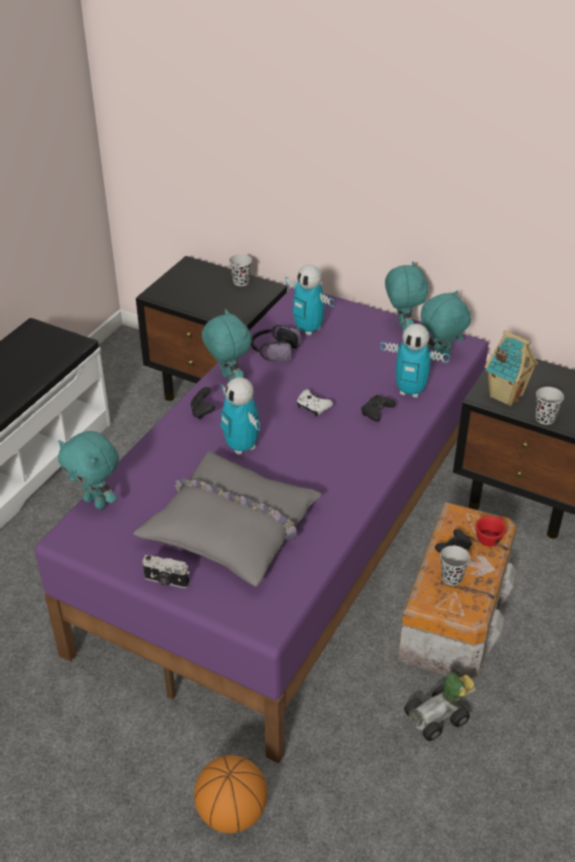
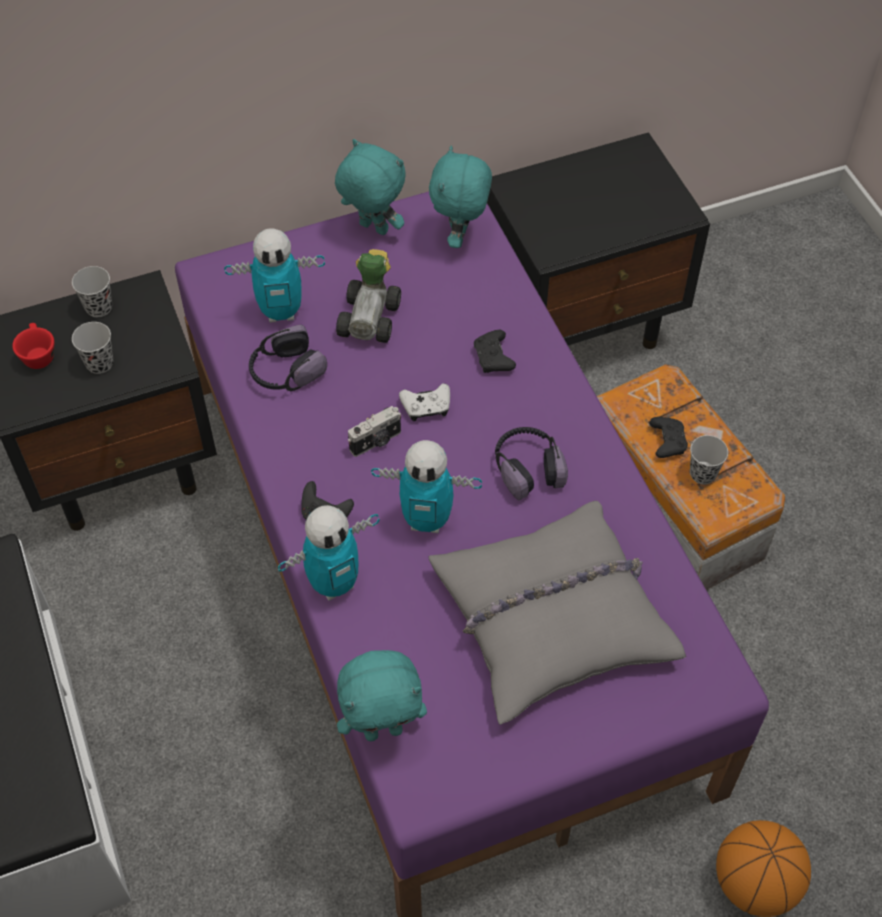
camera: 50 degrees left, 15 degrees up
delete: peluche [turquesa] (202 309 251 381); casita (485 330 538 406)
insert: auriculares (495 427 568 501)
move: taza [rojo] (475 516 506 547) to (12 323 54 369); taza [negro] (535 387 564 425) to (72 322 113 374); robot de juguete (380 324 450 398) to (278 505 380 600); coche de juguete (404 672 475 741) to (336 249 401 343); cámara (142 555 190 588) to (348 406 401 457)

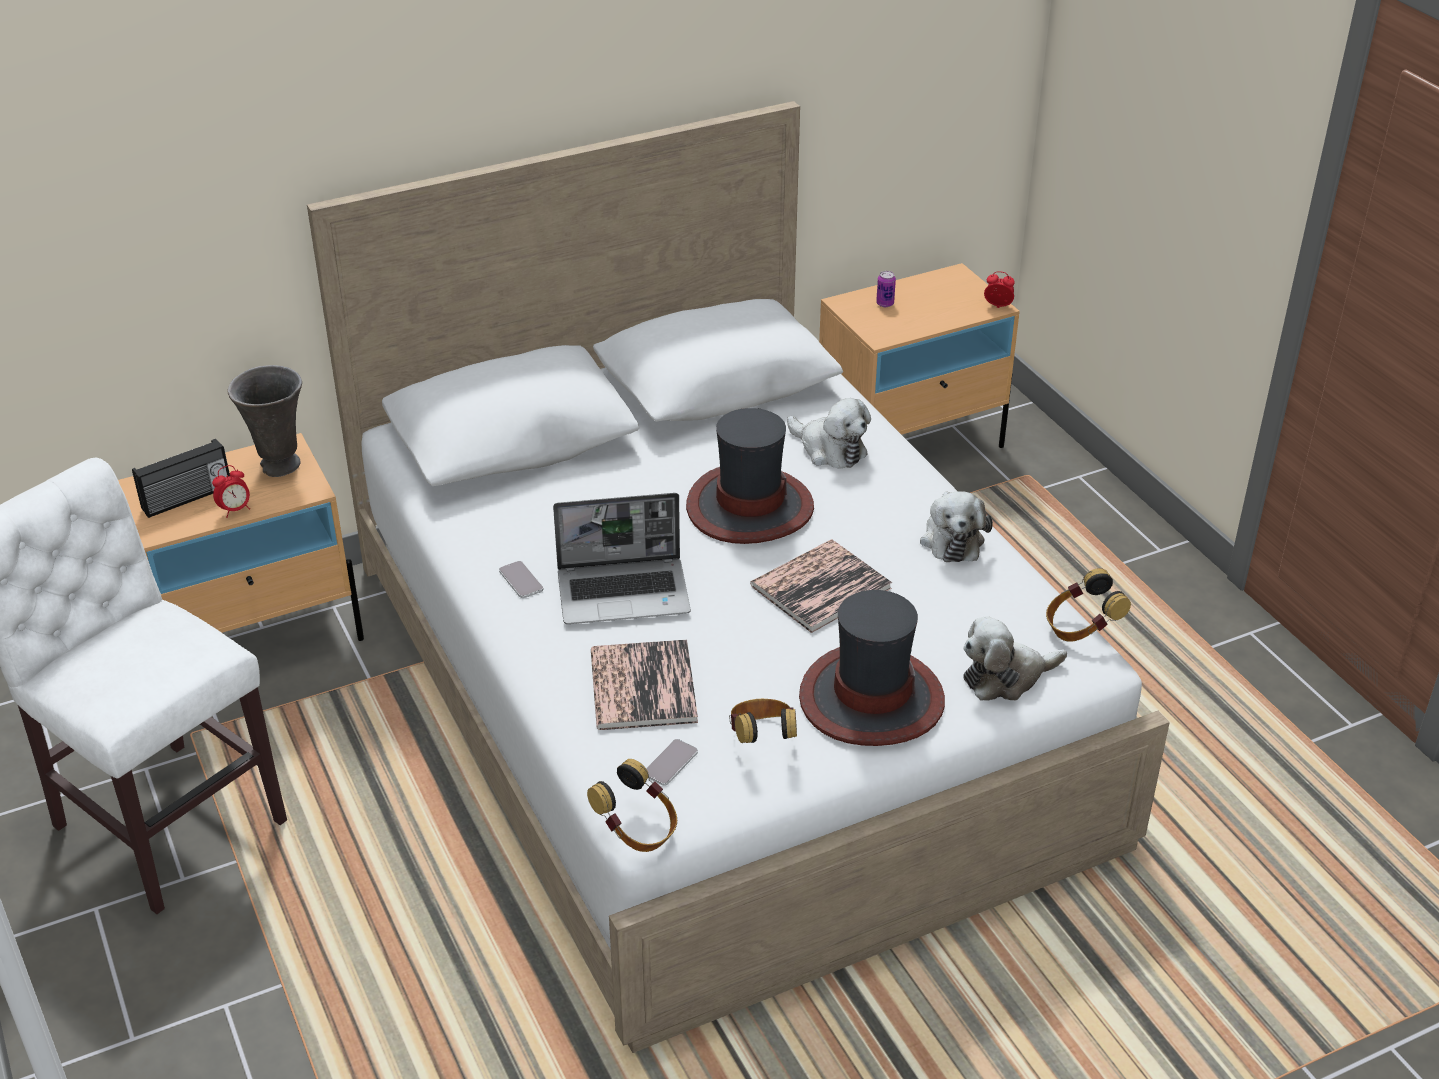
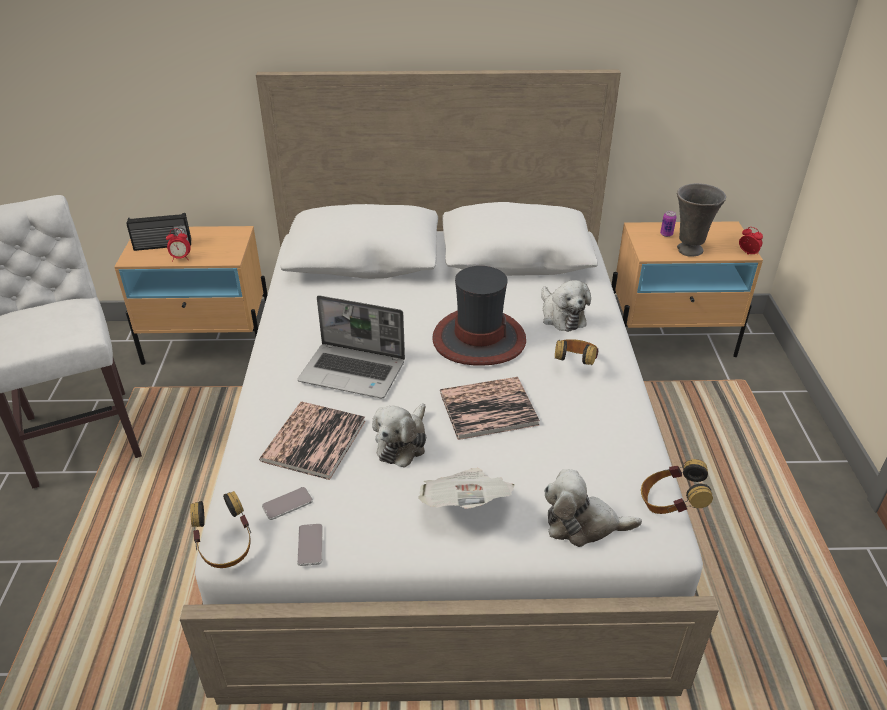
camera: 25 degrees right, 0 degrees up
move: móvil (499 561 544 598) to (297 523 323 566); peluche (920 491 993 562) to (372 403 426 468); auriculares (729 699 797 743) to (555 339 599 365); florero [gris] (227 365 302 477) to (677 183 726 257)
replace: sombrero (799 590 945 746) to periódico (419 468 515 509)

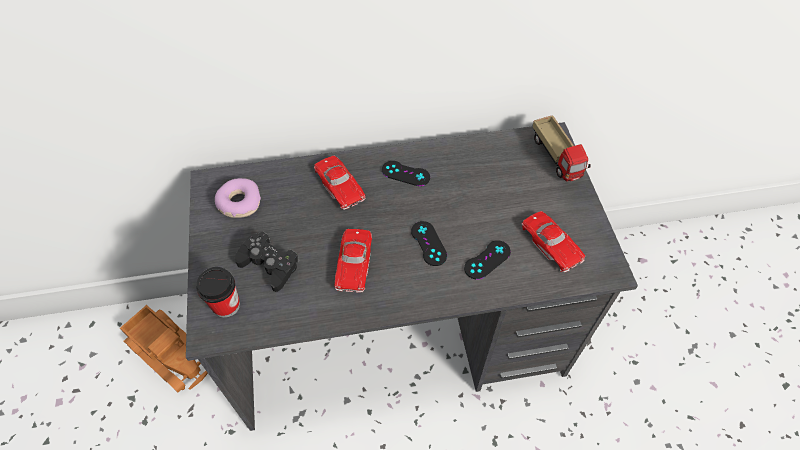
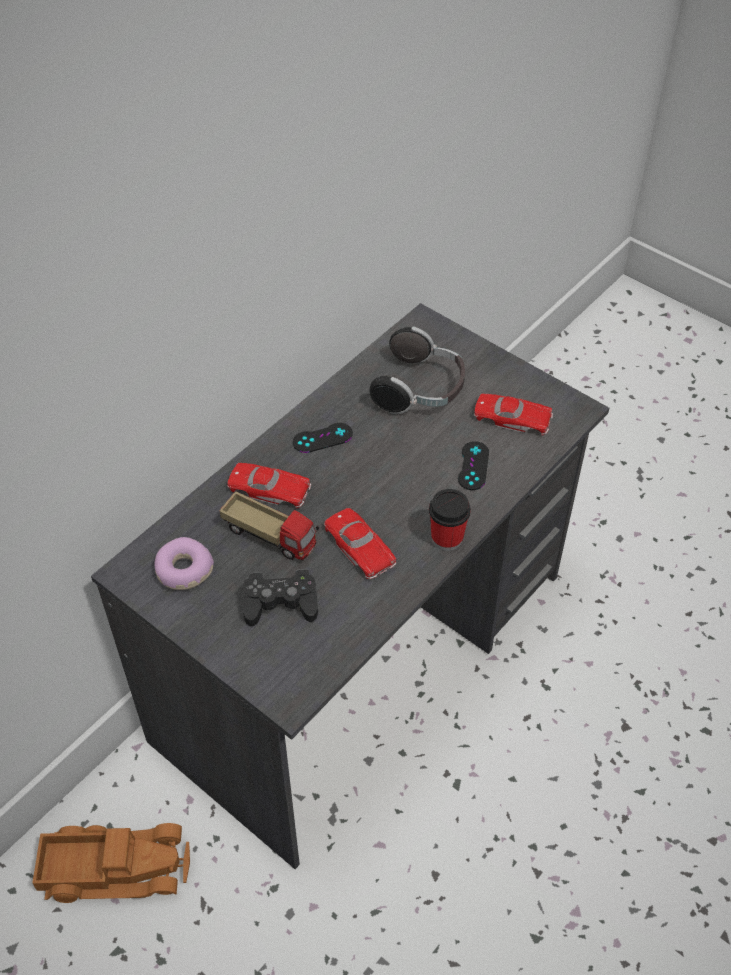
camera: 40 degrees left, 5 degrees down
delete: mando de consola [negro] (411 221 447 266)
insert: auriculares (370 327 465 414)
move: camión de juguete (533 115 591 182) to (220 492 319 560); taza (197 267 240 318) to (429 489 471 551)

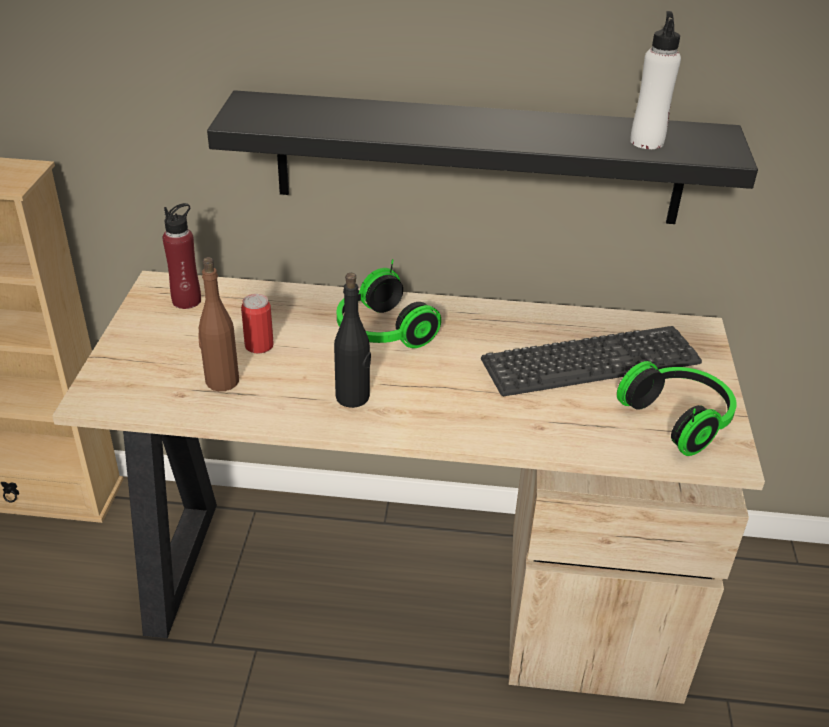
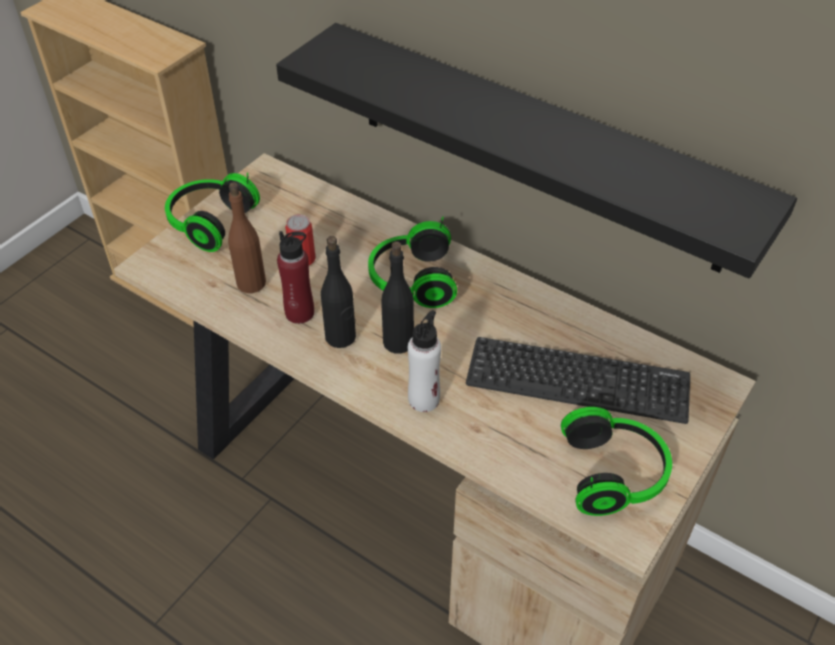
camera: 30 degrees right, 10 degrees up
insert: auriculares (165 172 260 252); botella [negro] (381 241 414 354)
move: botella [rojo] (163 203 201 309) to (277 231 314 324); botella [blanco] (630 11 681 149) to (408 310 441 412)

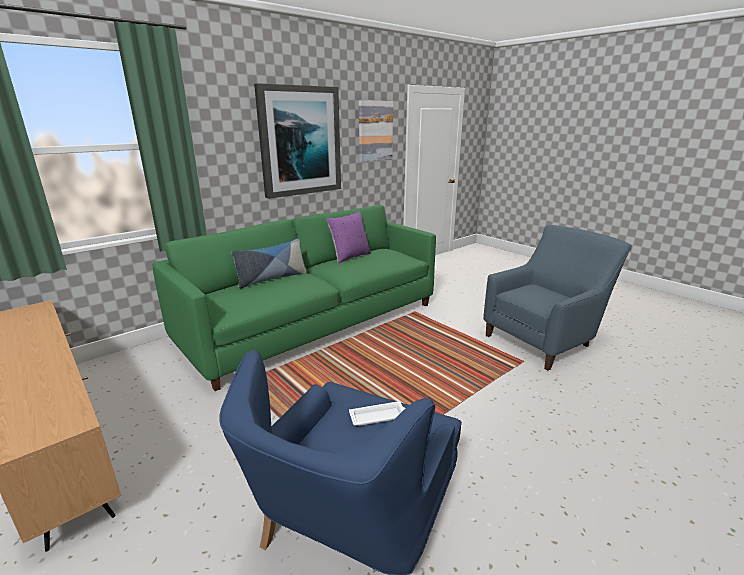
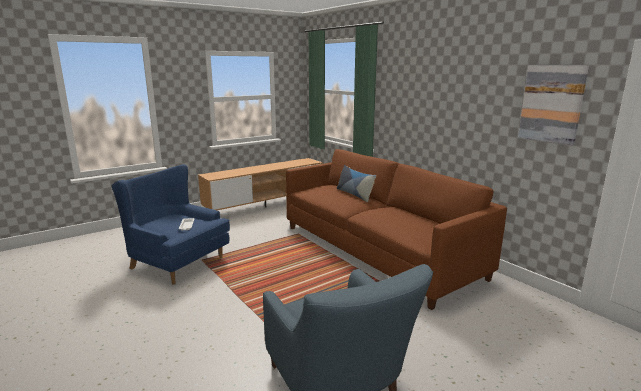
camera: 95 degrees right, 5 degrees down
delete: cuadro (254 83 341 199); cojín [morado] (326 211 371 264)
recolor: sofá [verde] (152 205 436 391) to sofá [marrón] (286 149 507 310)

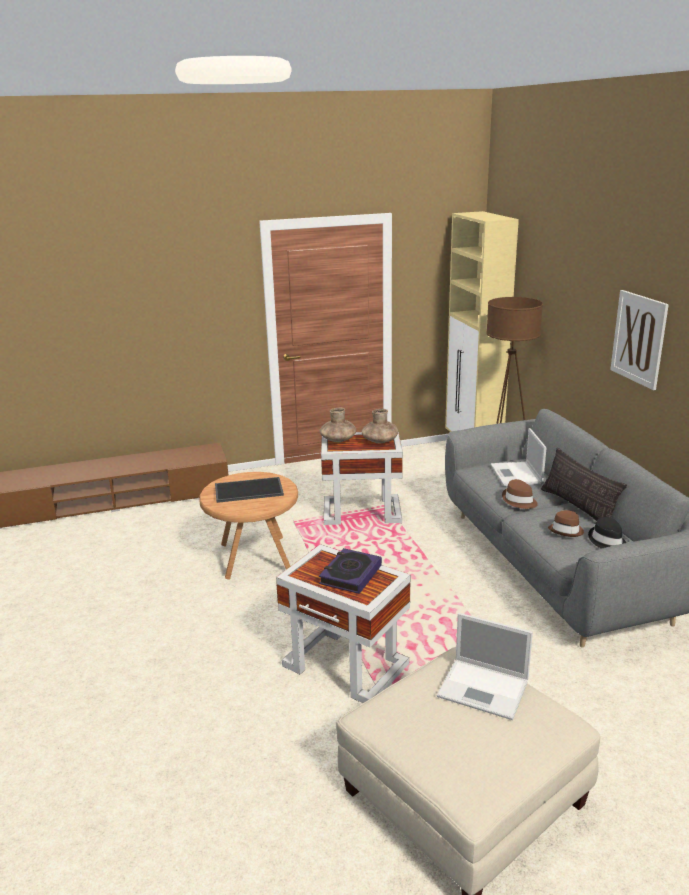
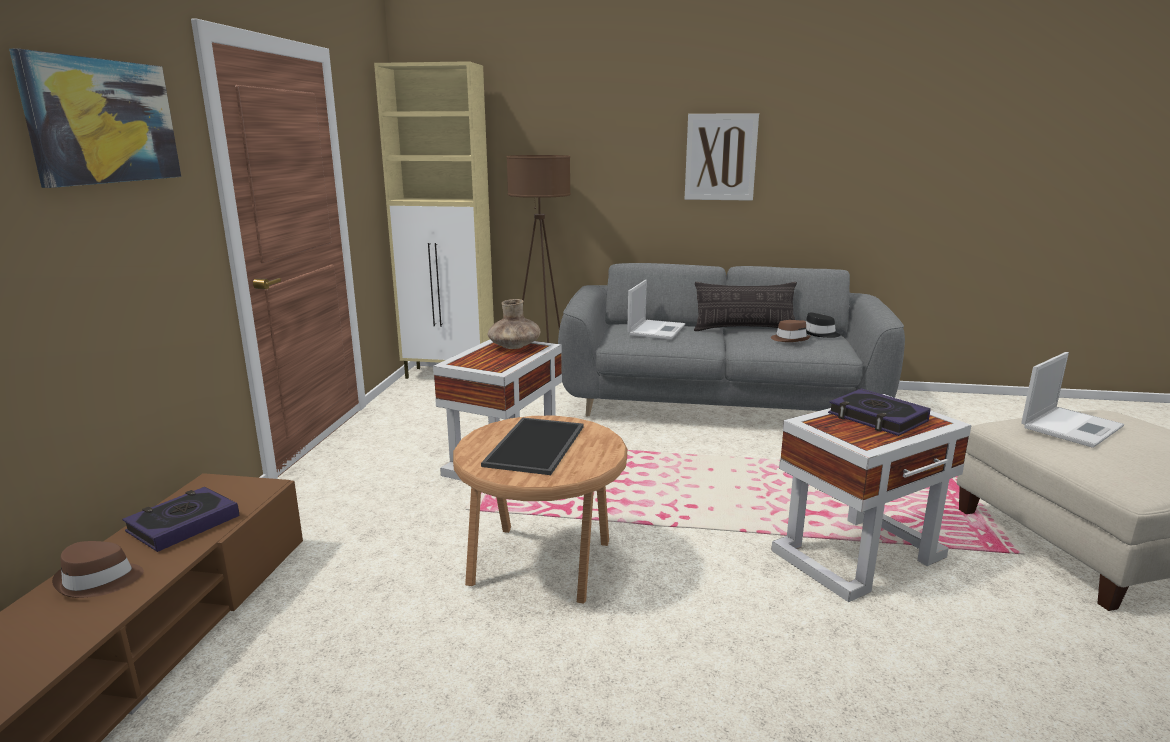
camera: 65 degrees left, 5 degrees down
delete: florero [marrón] (320 408 356 442)
insert: cuadro (9 49 181 188); libro (122 487 239 552)
move: sombrero [marrón] (502 479 538 509) to (52 541 144 598)
rotate: portátil (491 428 546 486) = (627 280 685 339) 90 degrees counterclockwise

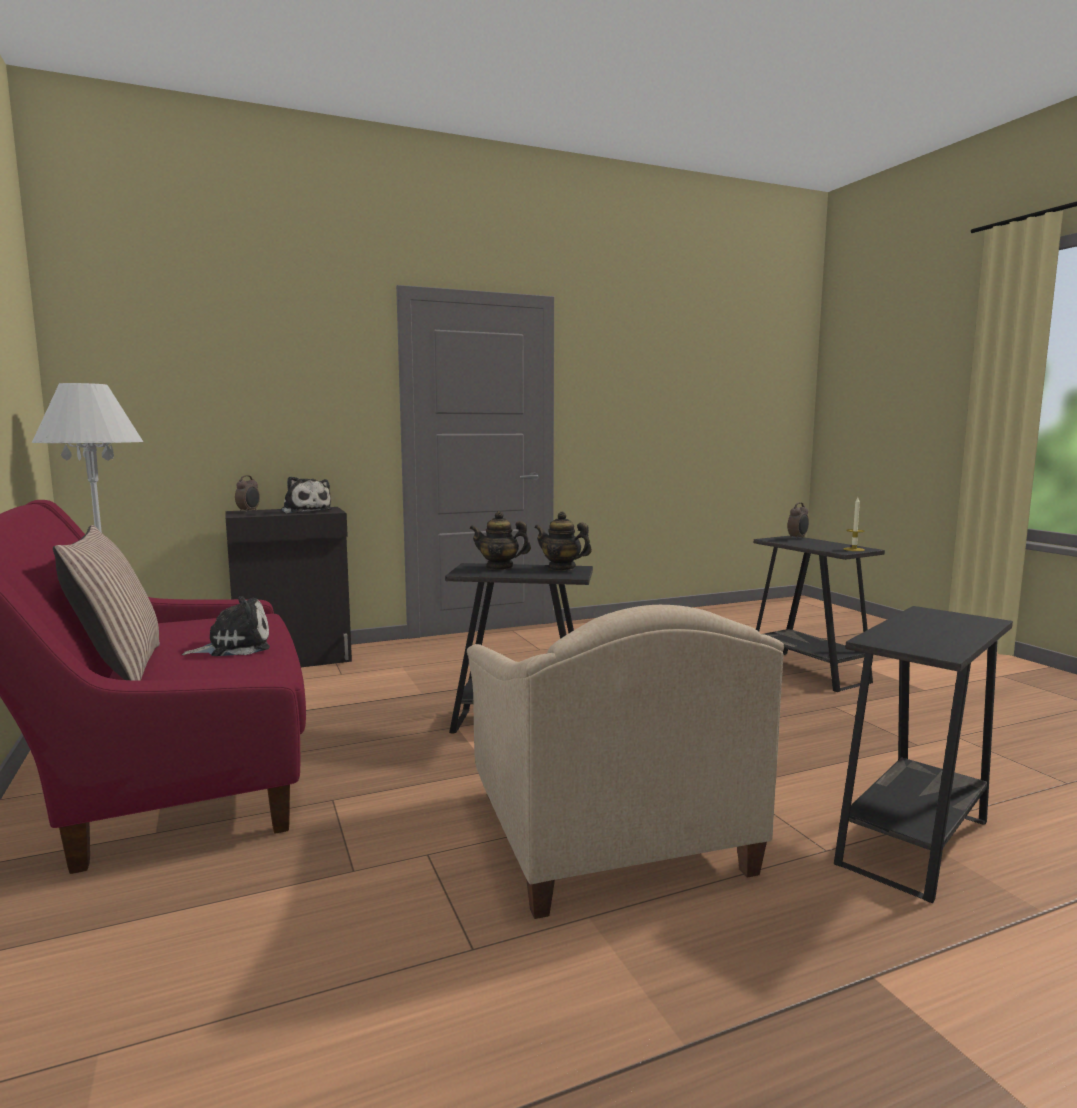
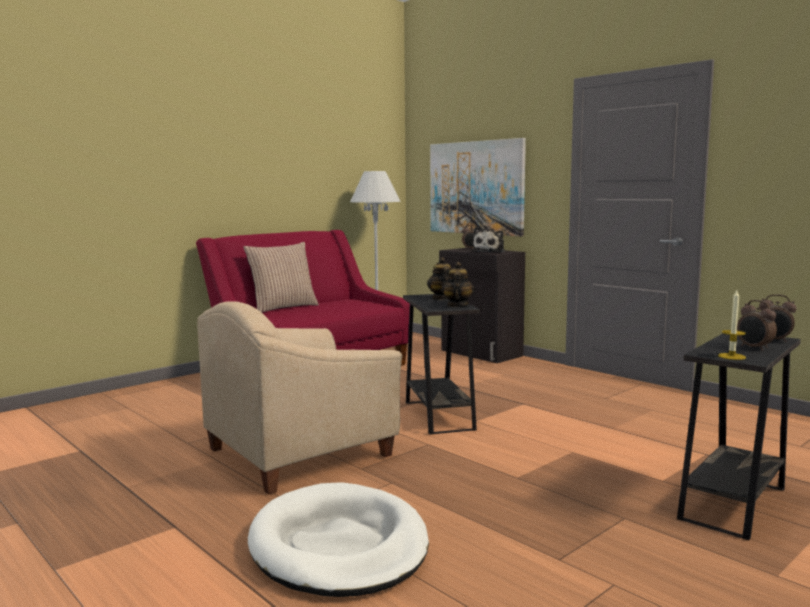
camera: 70 degrees right, 0 degrees up
delete: peluche (182 596 270 656)
insert: cuadro (430 138 526 236); despertador (737 300 777 351)
replace: mesa auxiliar [negro] (834 606 1013 903) to cama para perro [blanco] (248 482 429 597)

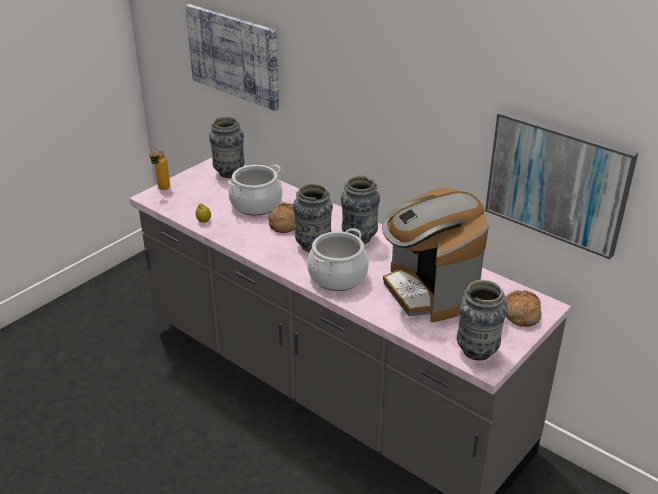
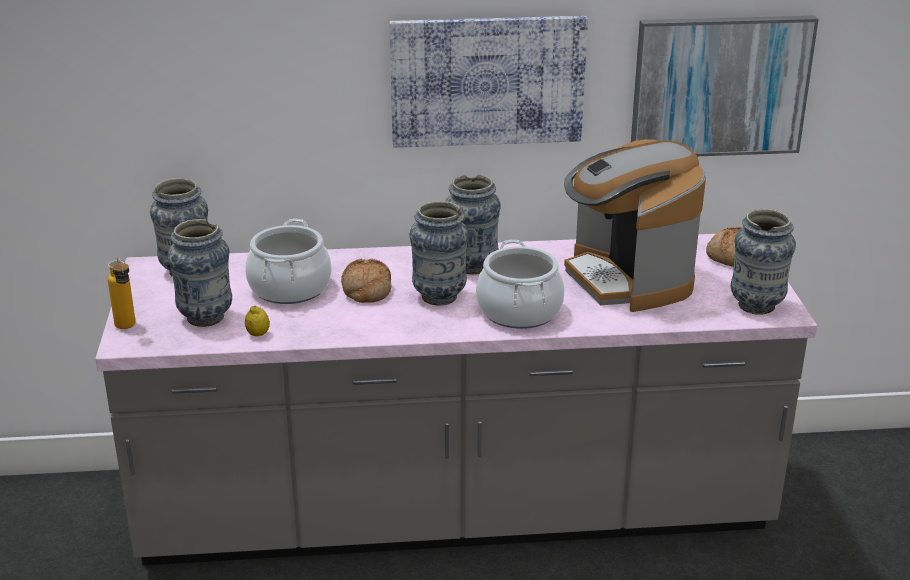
camera: 45 degrees left, 5 degrees down
insert: florero (167 219 232 327)
move: cuadro (185 4 279 111) to (389 16 588 148)
rotate: cafetera (382 187 489 322) = (564 139 706 312) 45 degrees clockwise

